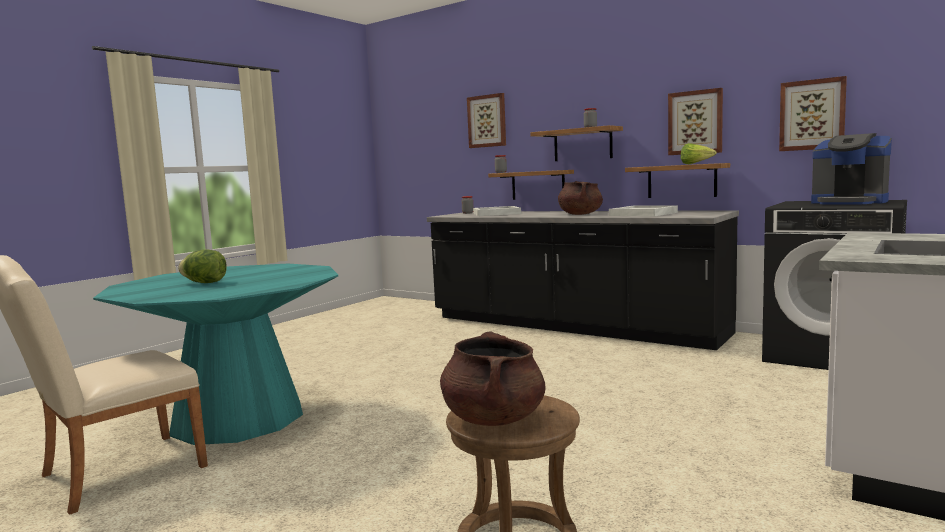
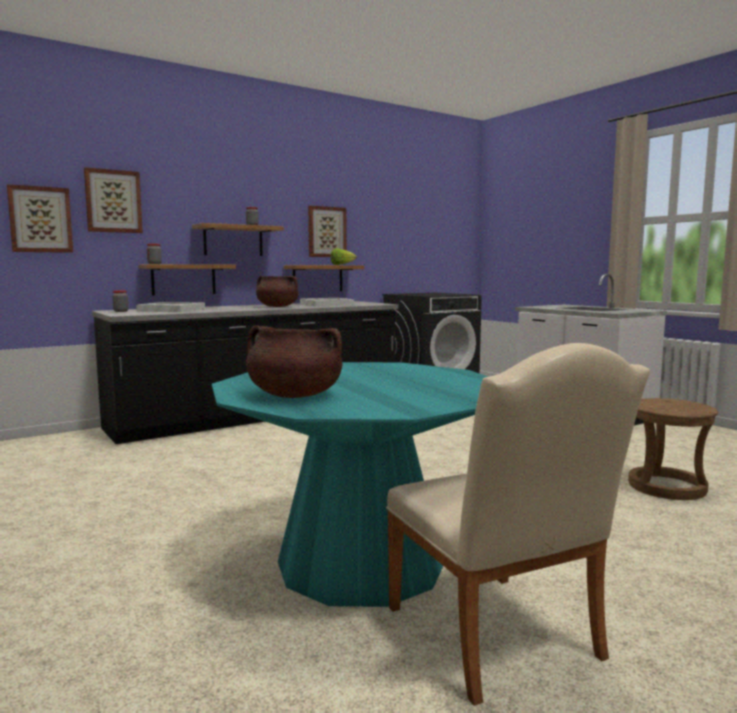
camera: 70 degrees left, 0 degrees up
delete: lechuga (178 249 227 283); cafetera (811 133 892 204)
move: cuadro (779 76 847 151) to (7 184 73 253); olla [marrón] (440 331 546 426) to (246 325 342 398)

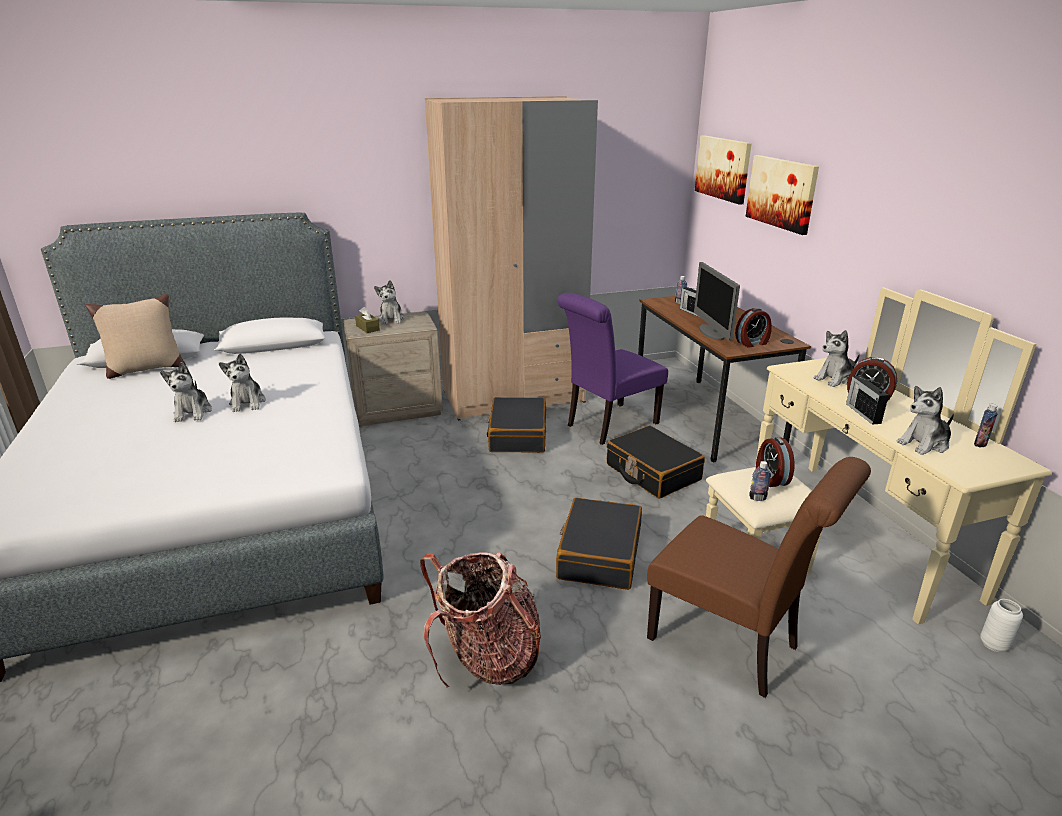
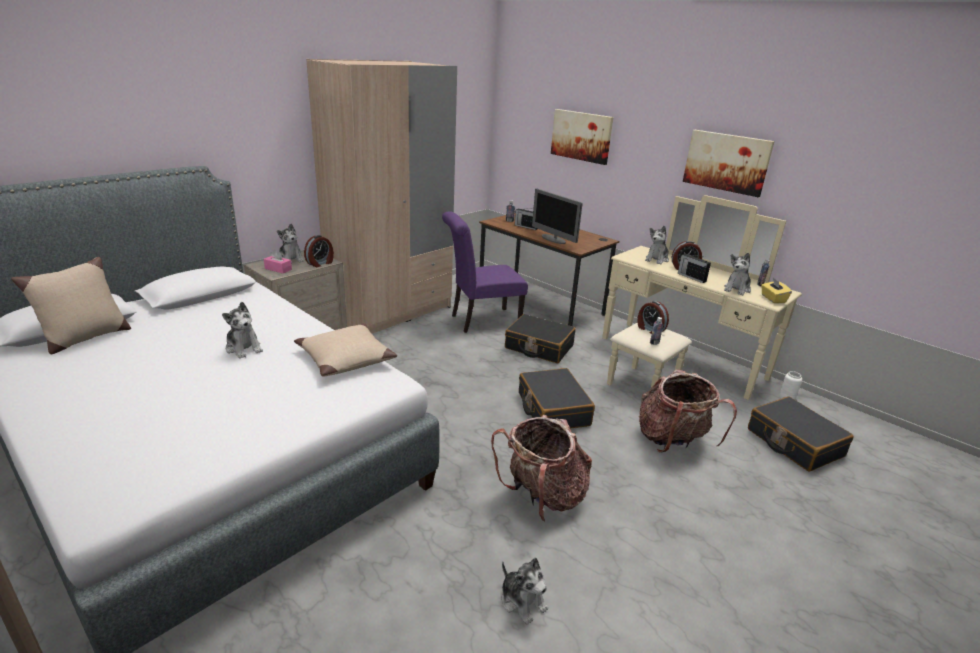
camera: 30 degrees left, 0 degrees up
insert: cojín [beis] (294 323 397 377); caja de pañuelos [amarillo] (761 278 792 303)
move: despertador (735 308 772 347) to (304 235 334 267); peluche (160 362 212 422) to (502 558 548 625); cuadro (695 135 752 205) to (683 130 775 197); maleta [negro] (487 397 546 453) to (748 397 854 472)
replace: silla [marrón] (647 457 871 698) to mochila (639 369 737 453)
recolor: caja de pañuelos [marrón] (355 307 380 333) to caja de pañuelos [rosa] (264 250 292 274)
rotate: silla [morado] (557 293 668 445) = (442 211 528 333) 45 degrees clockwise

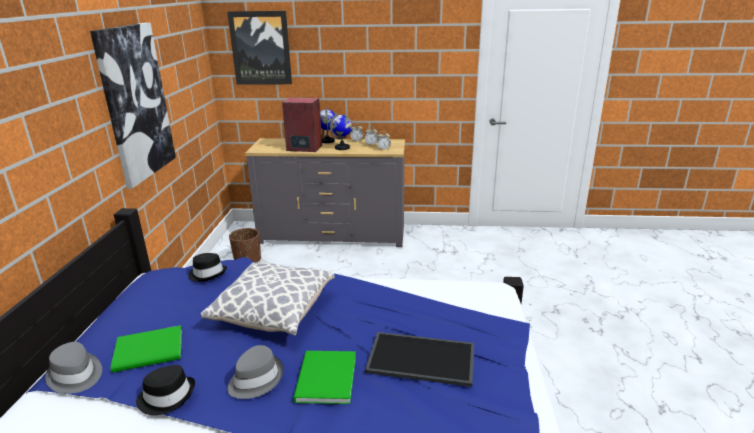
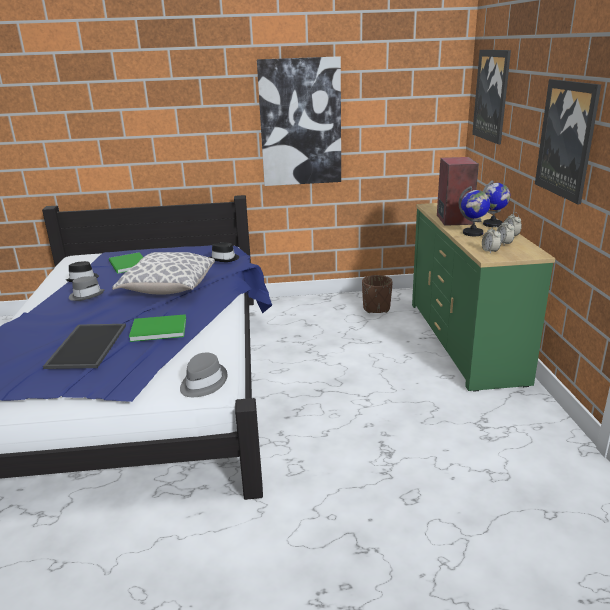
camera: 80 degrees right, 0 degrees up
insert: cuadro (535 79 601 204)
move: libro [verde] (293 351 356 404) to (129 314 186 342); sombrero [gris] (45 342 102 394) to (180 353 228 397)
recolor: cómoda [gris] (245 138 405 247) to cómoda [verde] (412 203 555 392)

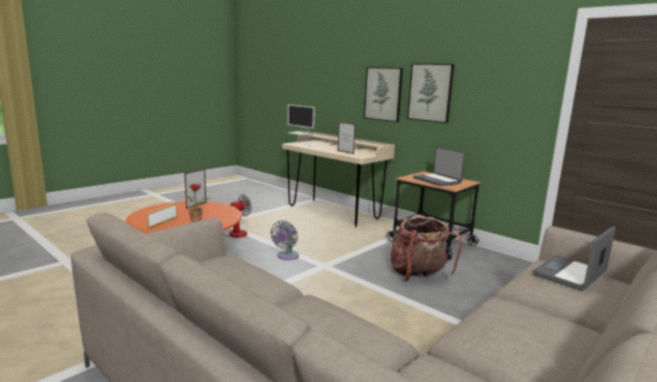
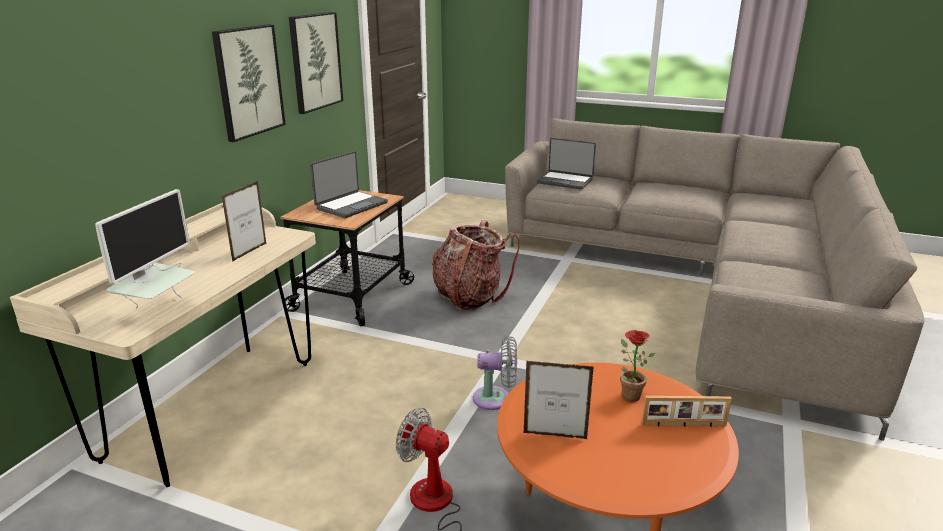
camera: 110 degrees left, 10 degrees up
move: cuadro (364 67 403 122) to (289 12 343 114)

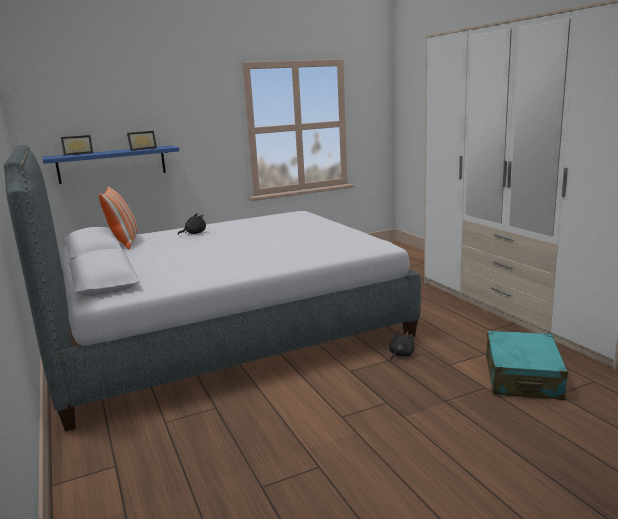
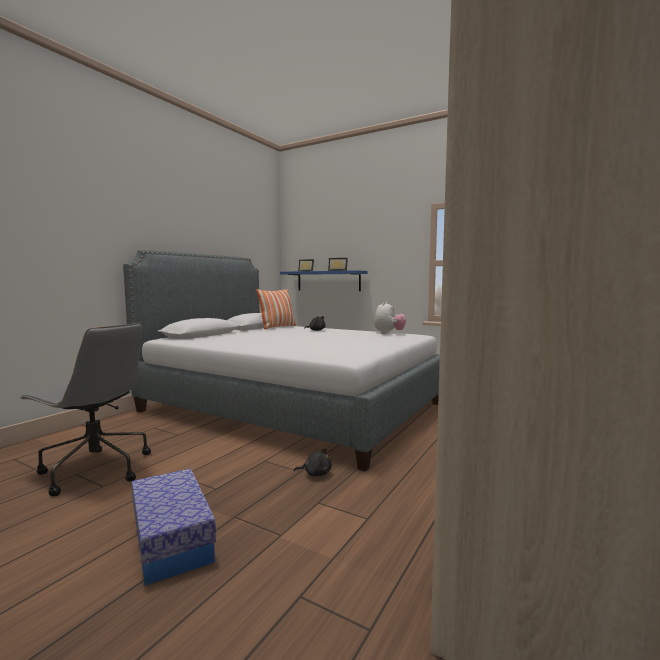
camera: 55 degrees right, 10 degrees down
delete: maleta [turquesa] (486 331 568 400)
insert: silla de oficina [gris] (19 323 151 496); caja de almacenaje (132 468 216 586); peluche (374 302 406 334)

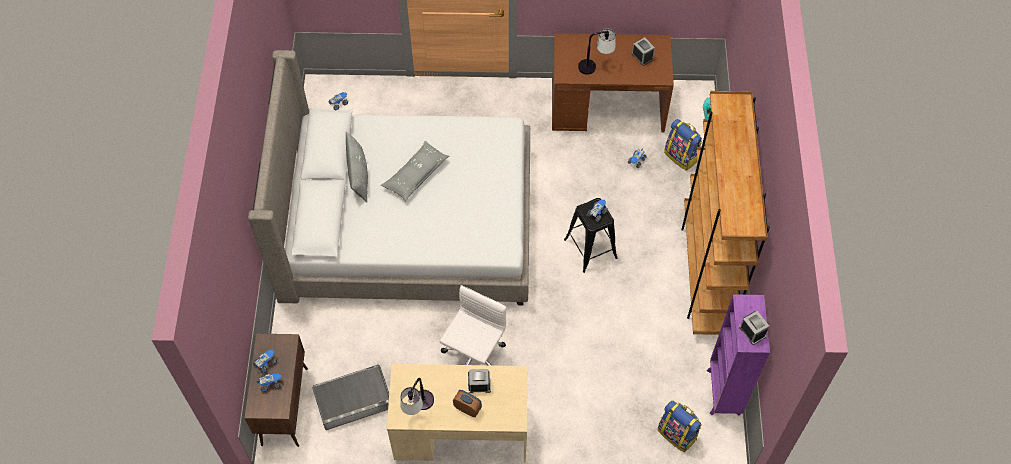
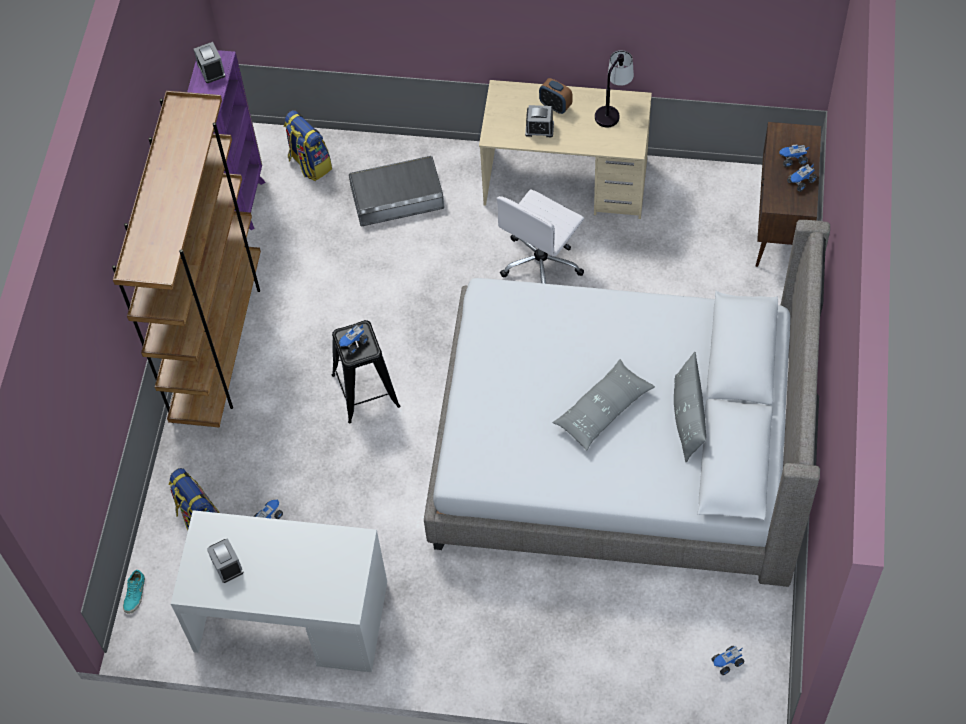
camera: 170 degrees left, 0 degrees up
delete: lámpara de mesa (578 29 616 75)
move: caja de almacenaje [gris] (312 364 389 430) to (349 156 445 226)
recolor: escritorio [marrón] (552 33 674 132) to escritorio [blanco] (171 510 387 672)

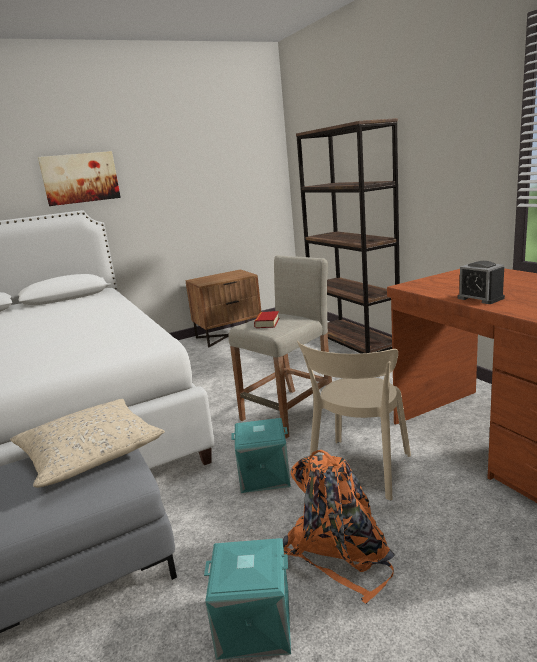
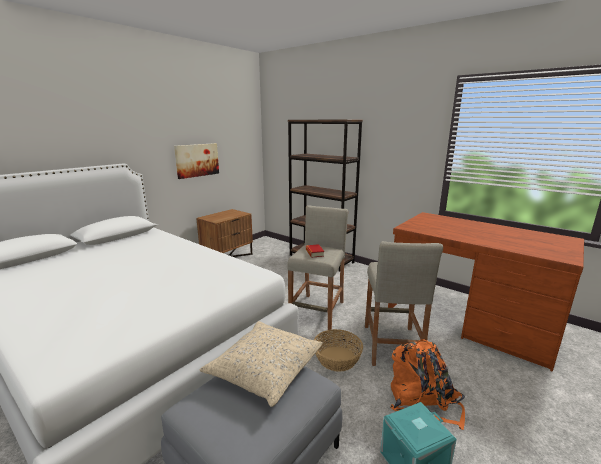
camera: 25 degrees left, 0 degrees up
delete: despertador (457 261 505 304)
move: cuadro (38 151 121 206) to (174 143 219 179)
replace: caja de almacenaje [turquesa] (232 418 291 493) to cesta (314 329 363 371); silla [beis] (297 341 411 500) to taburete [beis] (365 241 443 366)

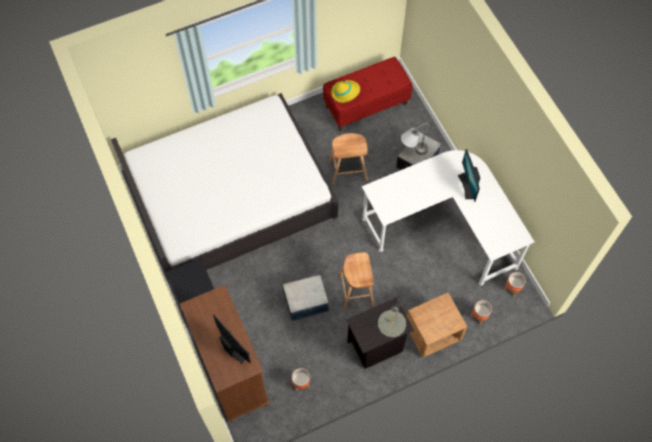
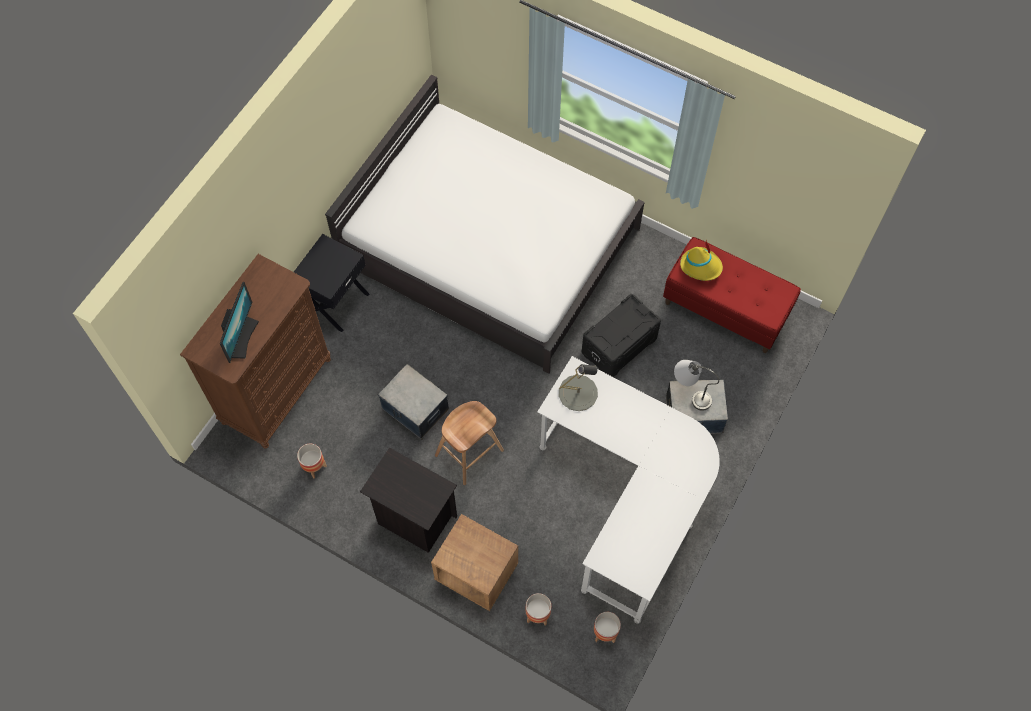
camera: 55 degrees right, 0 degrees up
delete: monitor (458 149 480 202)
move: lámpara de mesa [gris] (378 300 406 337) to (559 364 598 411)
replace: taburete [marrón] (329 133 368 185) to caja de almacenaje [negro] (582 294 661 377)

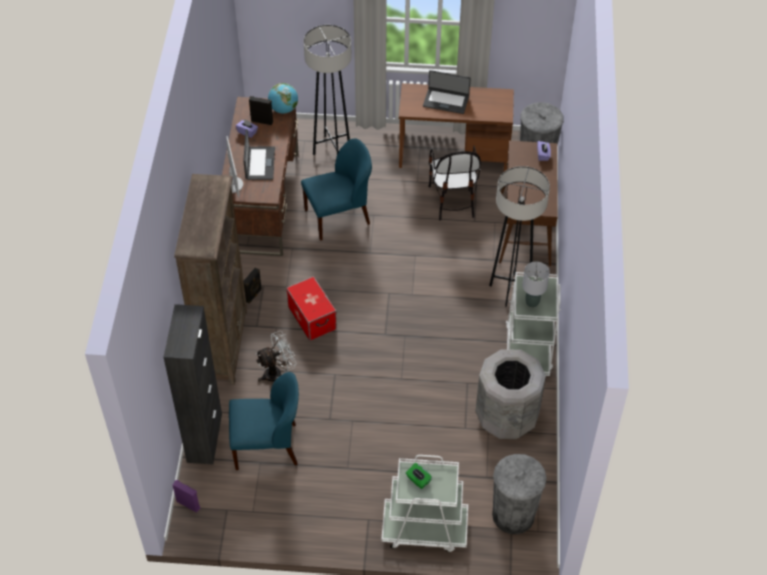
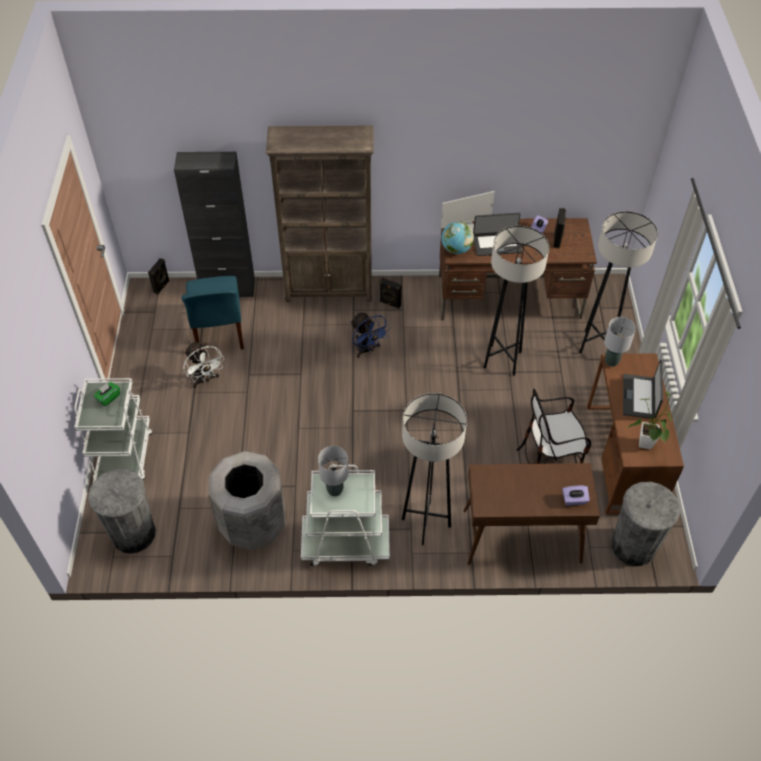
camera: 85 degrees right, 0 degrees up
insert: lámpara de mesa [gris] (604 317 636 367); planta en maceta (628 391 672 449)
move: ventilador [blanco] (256 331 296 382) to (183 342 224 388); globo terráqueo (268 83 298 114) to (441 221 474 254)
replace: caja de almacenaje (286 276 337 341) to ventilador [azul] (350 312 391 358); silla [azul] (301 139 372 241) to lámpara de pie [gris] (483 226 549 375)
recolor: altavoz [morado] (173 480 200 513) to altavoz [negro] (148 258 170 295)

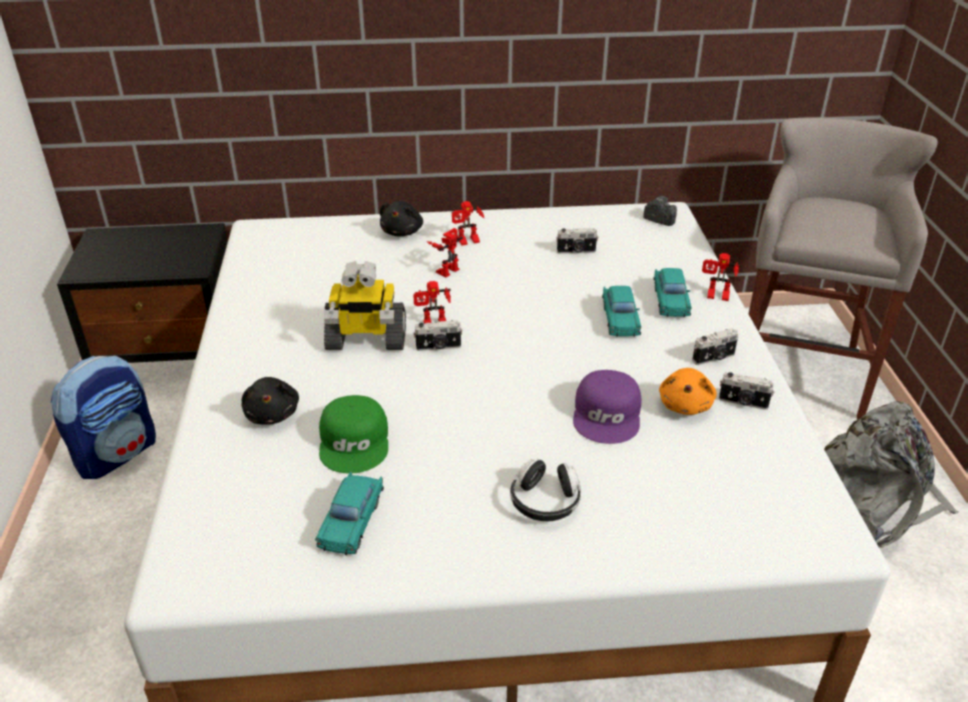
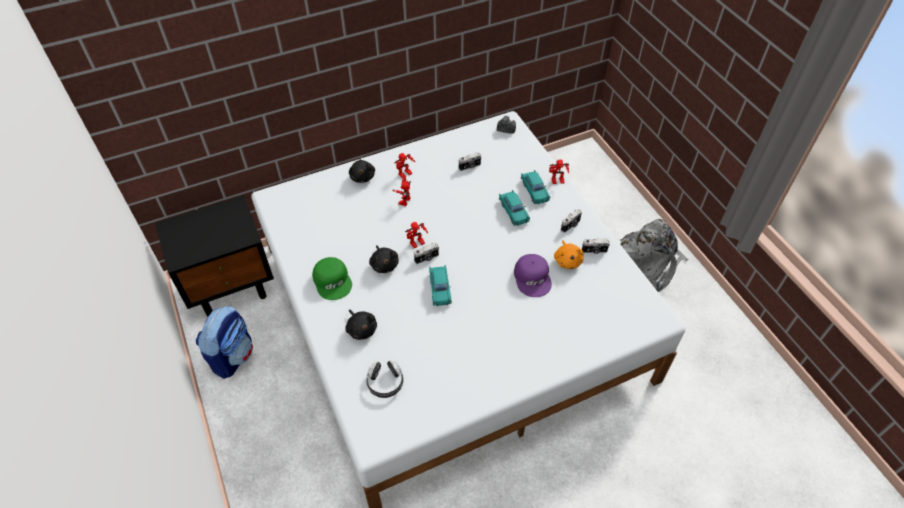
camera: 20 degrees left, 15 degrees up
delete: taburete [gris] (749 117 938 419)
move: gorra [verde] (319 395 388 474) to (312 257 352 300); auriculares (510 459 581 522) to (366 360 404 398); coche de juguete [turquesa] (315 471 384 555) to (429 265 452 306)
replace: robot de juguete (324 261 406 350) to peluche [negro] (369 245 399 273)

